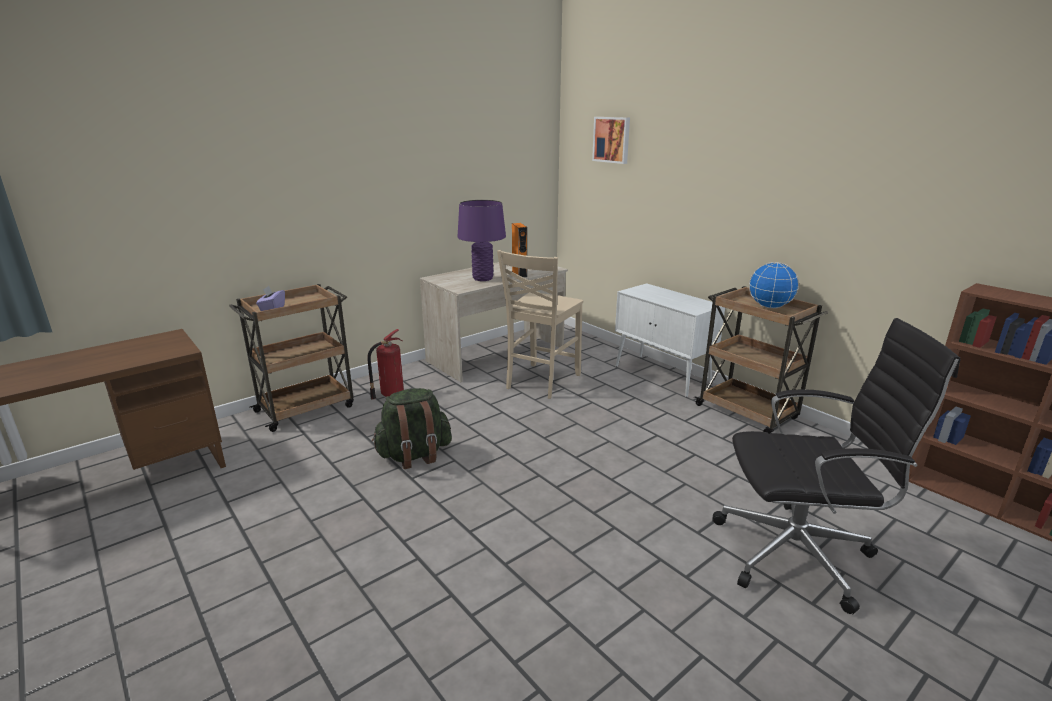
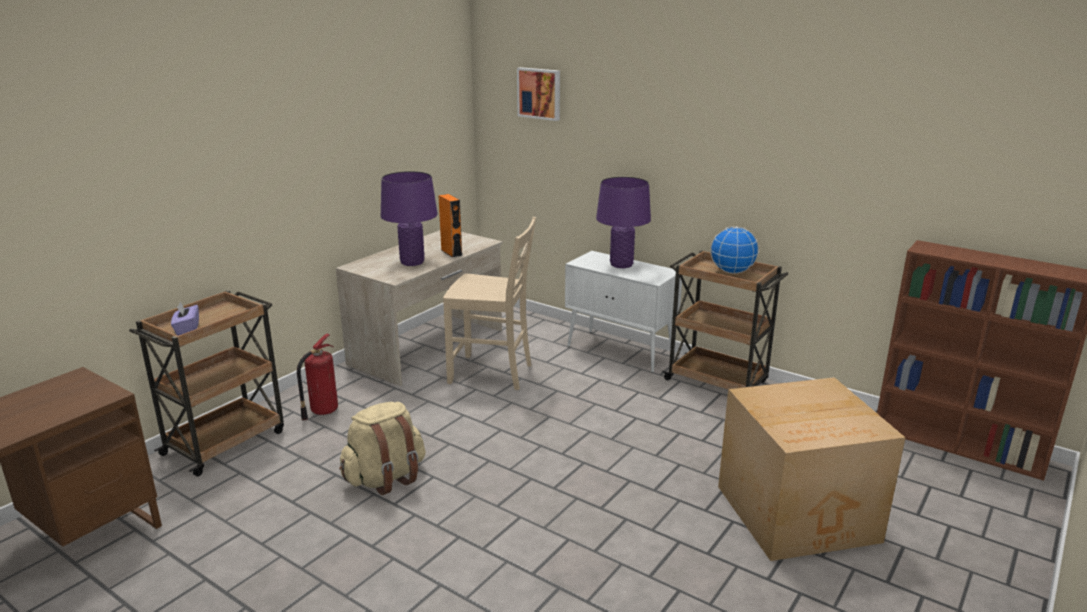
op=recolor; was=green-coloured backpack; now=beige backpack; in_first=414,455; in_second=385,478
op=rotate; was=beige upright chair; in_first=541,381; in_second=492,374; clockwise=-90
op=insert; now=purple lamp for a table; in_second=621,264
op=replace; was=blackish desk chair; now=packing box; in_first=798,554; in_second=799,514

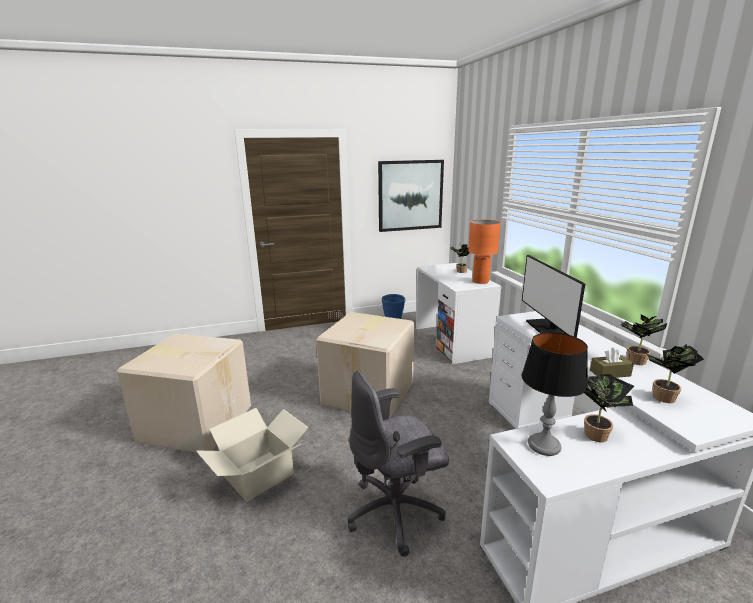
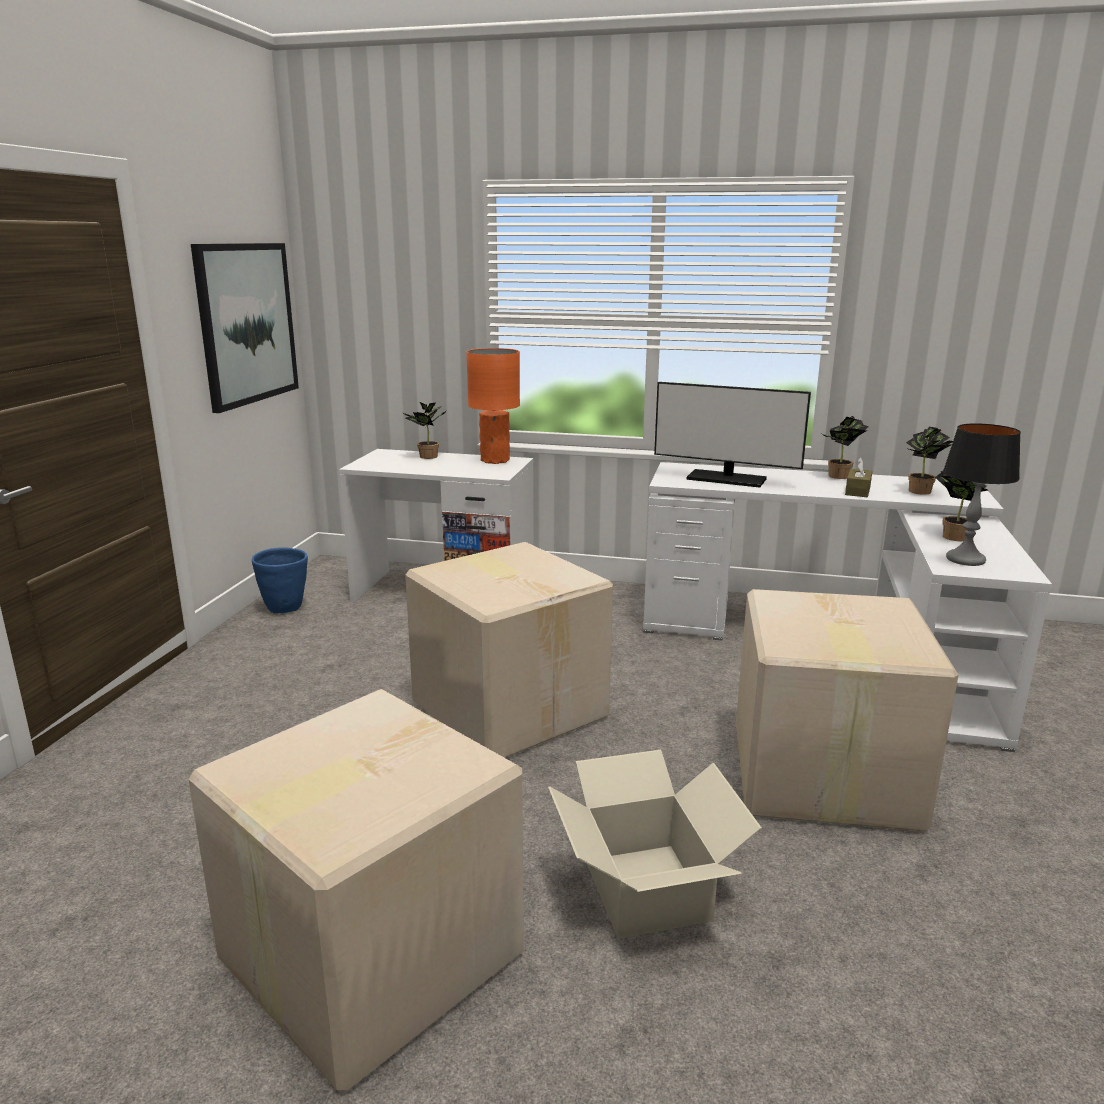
op=replace; was=grey desk chair; now=packing box; in_first=396,512; in_second=821,776

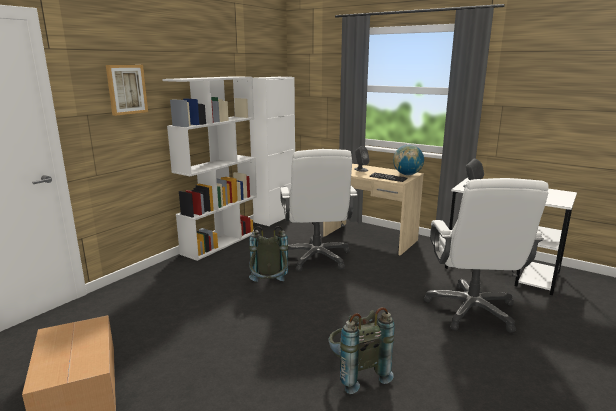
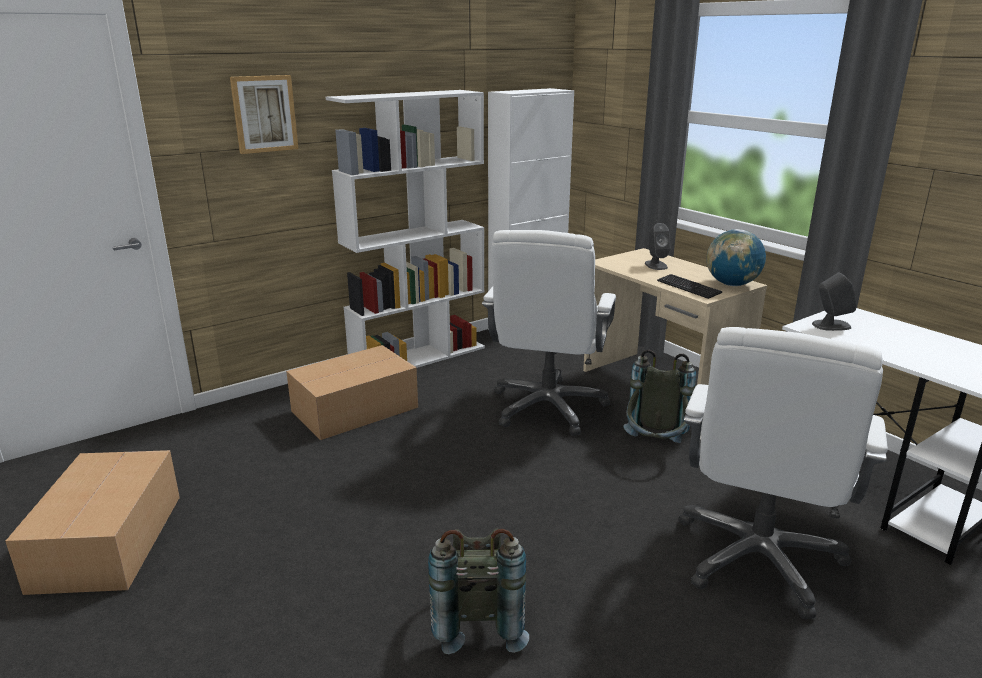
op=insert; now=packing box; in_second=353,409
op=move; was=grey backpack; in_first=269,286; in_second=654,448

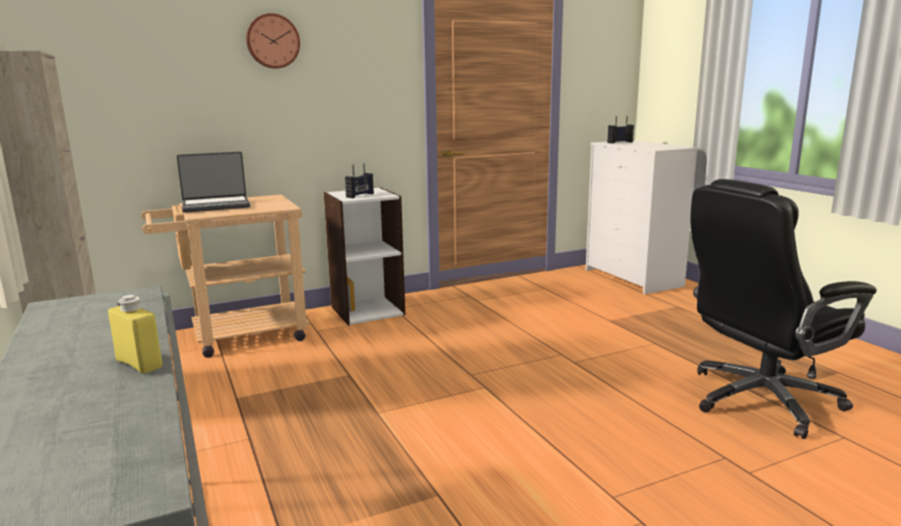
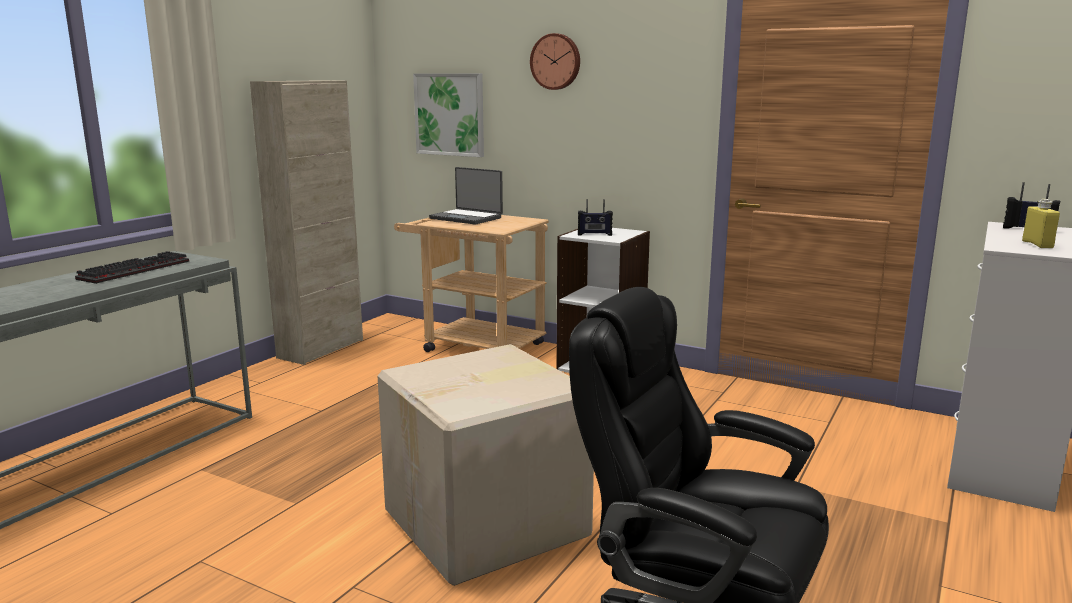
op=insert; now=computer keyboard; in_second=135,270
op=insert; now=packing box; in_second=489,524
op=insert; now=wall picture; in_second=450,114
op=move; was=yellowish beverage bottle; in_first=139,364; in_second=1037,244

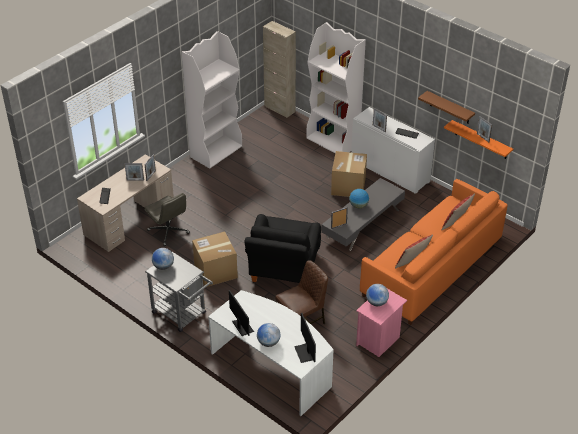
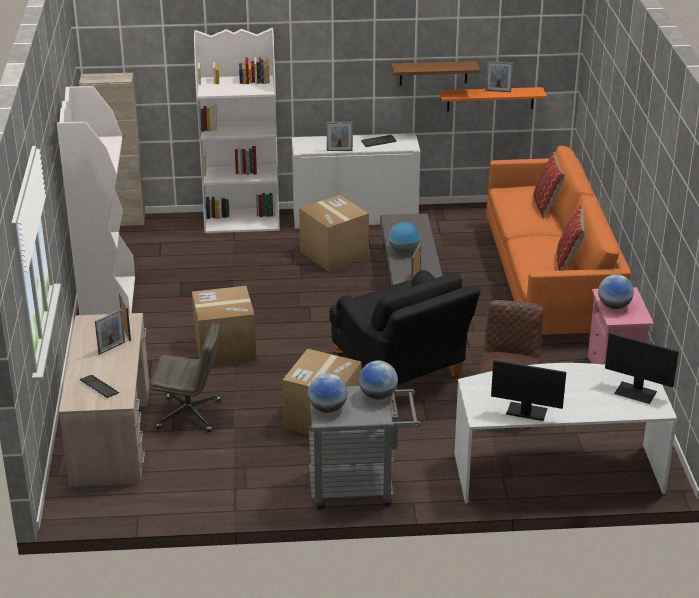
op=insert; now=packing box; in_second=225,349
op=move; was=world globe; in_first=268,342; in_second=378,395

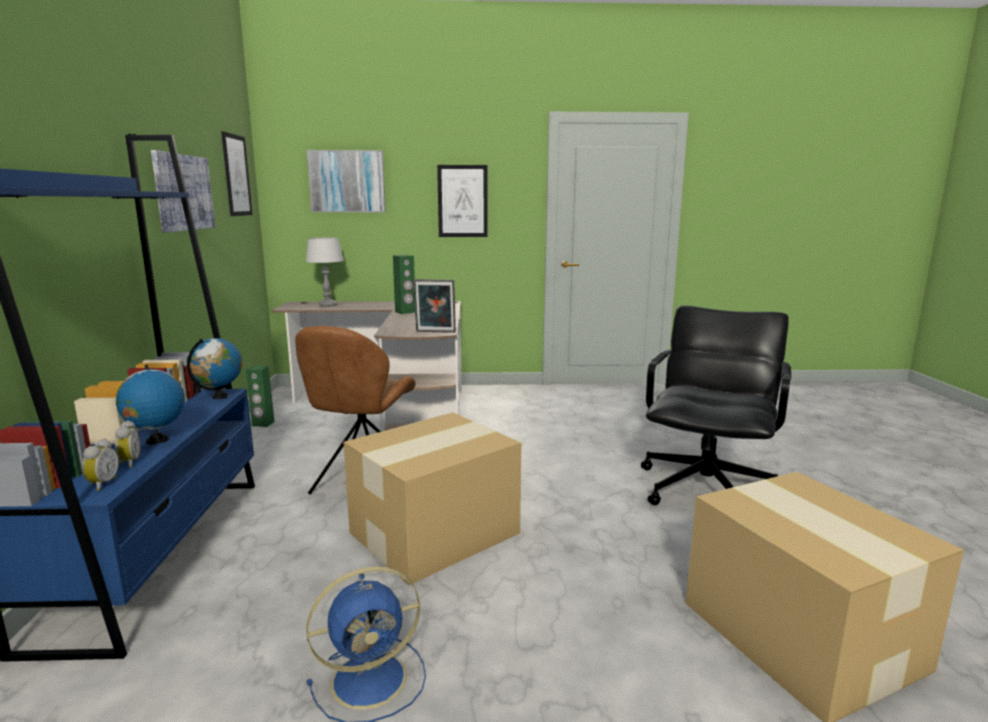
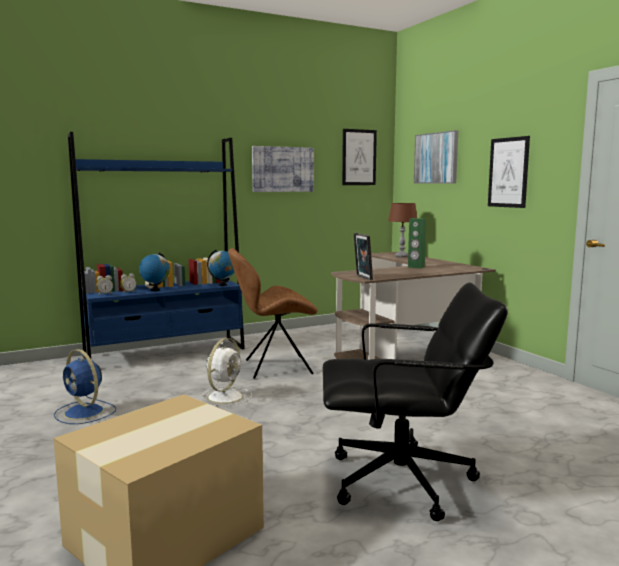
op=replace; was=packing box; now=white-coloured fan; in_first=432,533; in_second=226,396
op=recolor; was=grey lamp for a table; now=brown lamp for a table; in_first=327,305; in_second=401,256
op=delete; was=green-coloured audio speaker; in_first=263,424

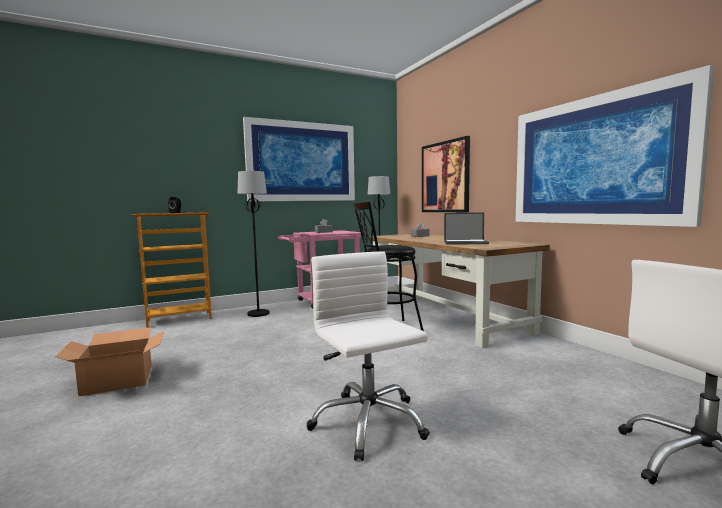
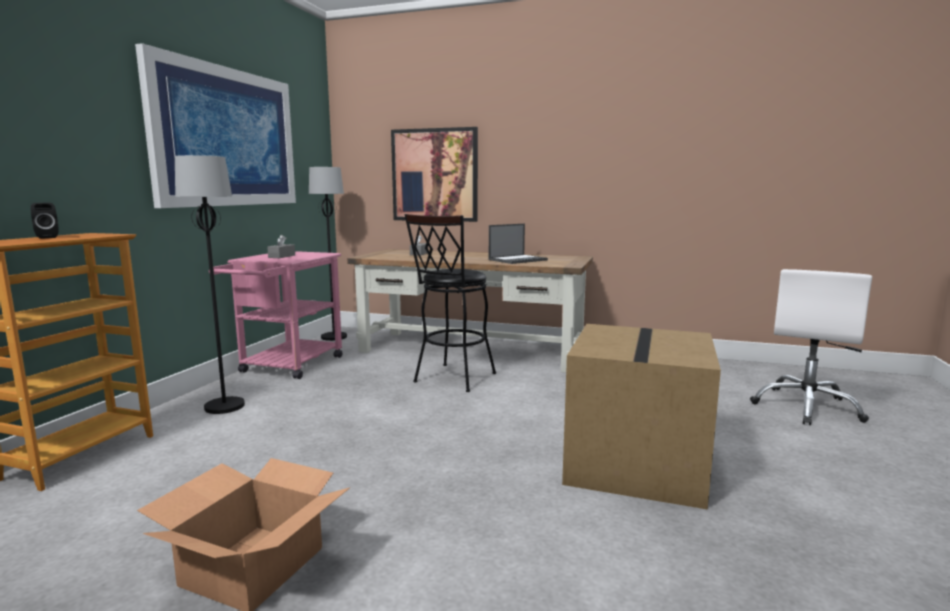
op=replace; was=white-coloured desk chair; now=packing box; in_first=368,423; in_second=634,463
op=delete; was=wall picture; in_first=595,161

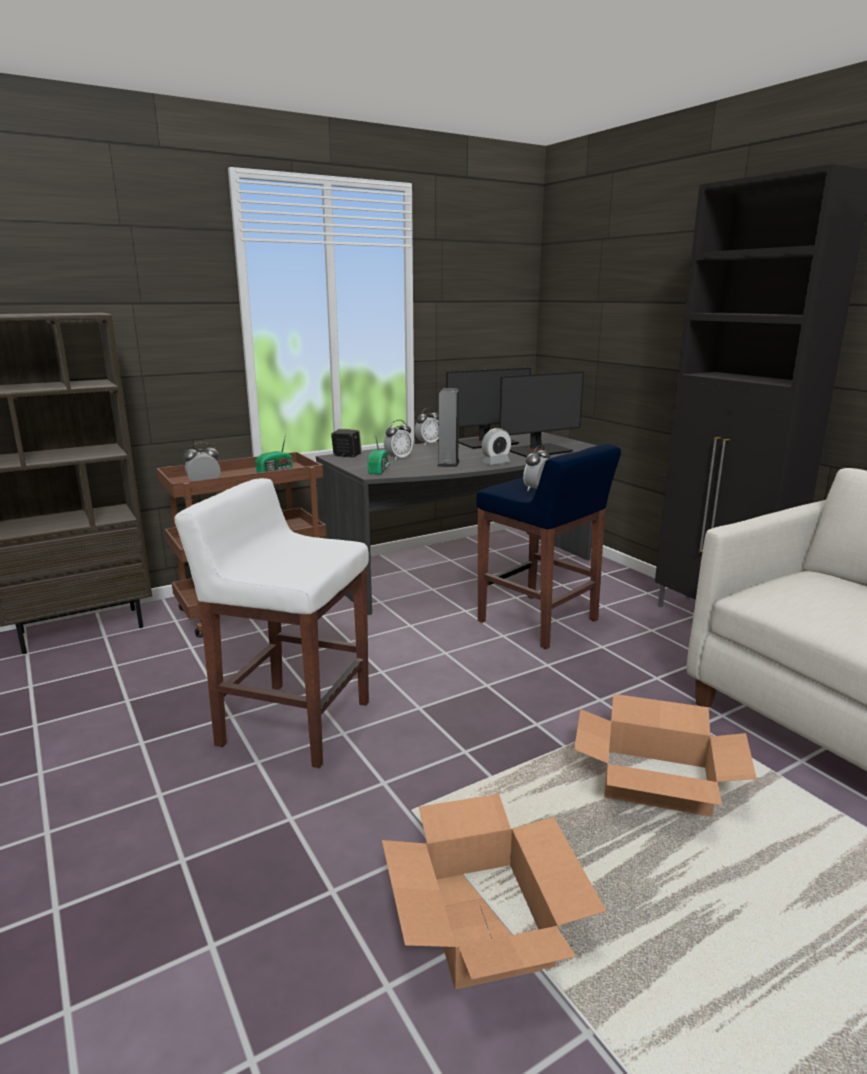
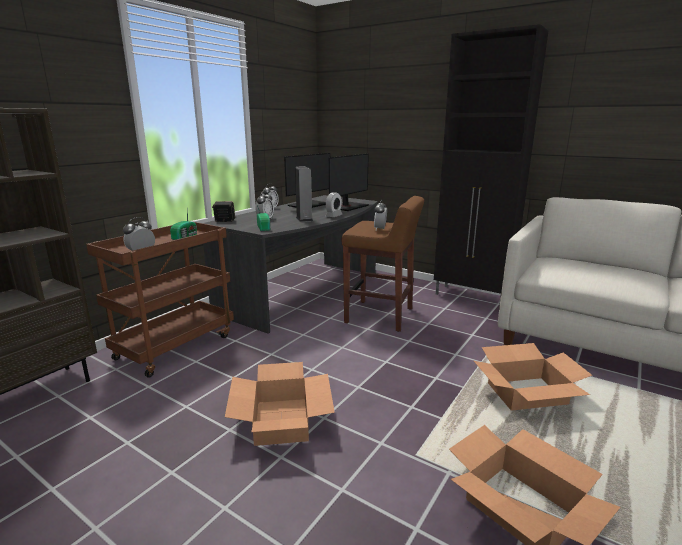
op=replace; was=white-coloured stool seat; now=packing box; in_first=293,722; in_second=281,421
op=recolor; was=bluish stool seat; now=brown stool seat; in_first=539,622; in_second=380,316

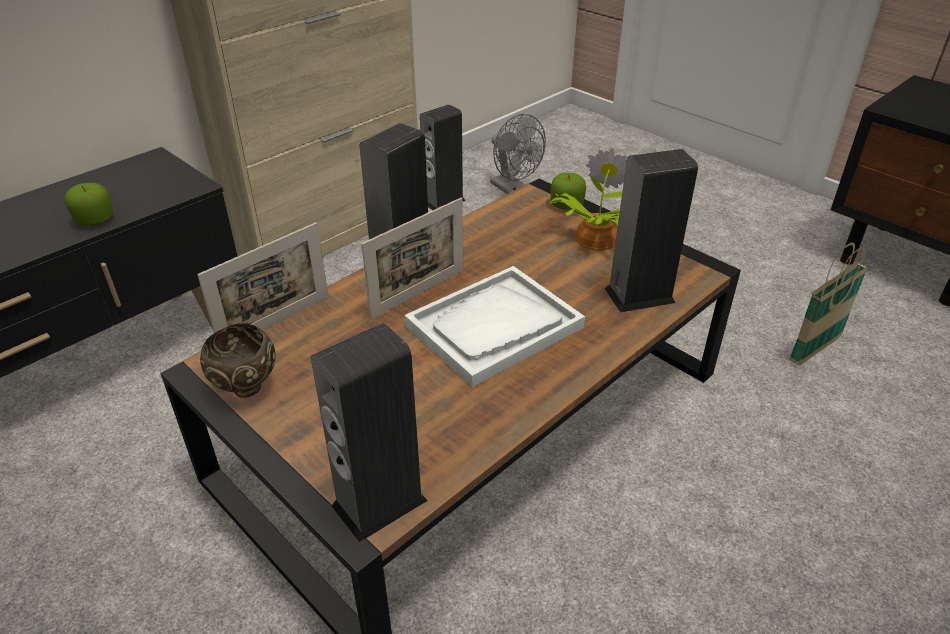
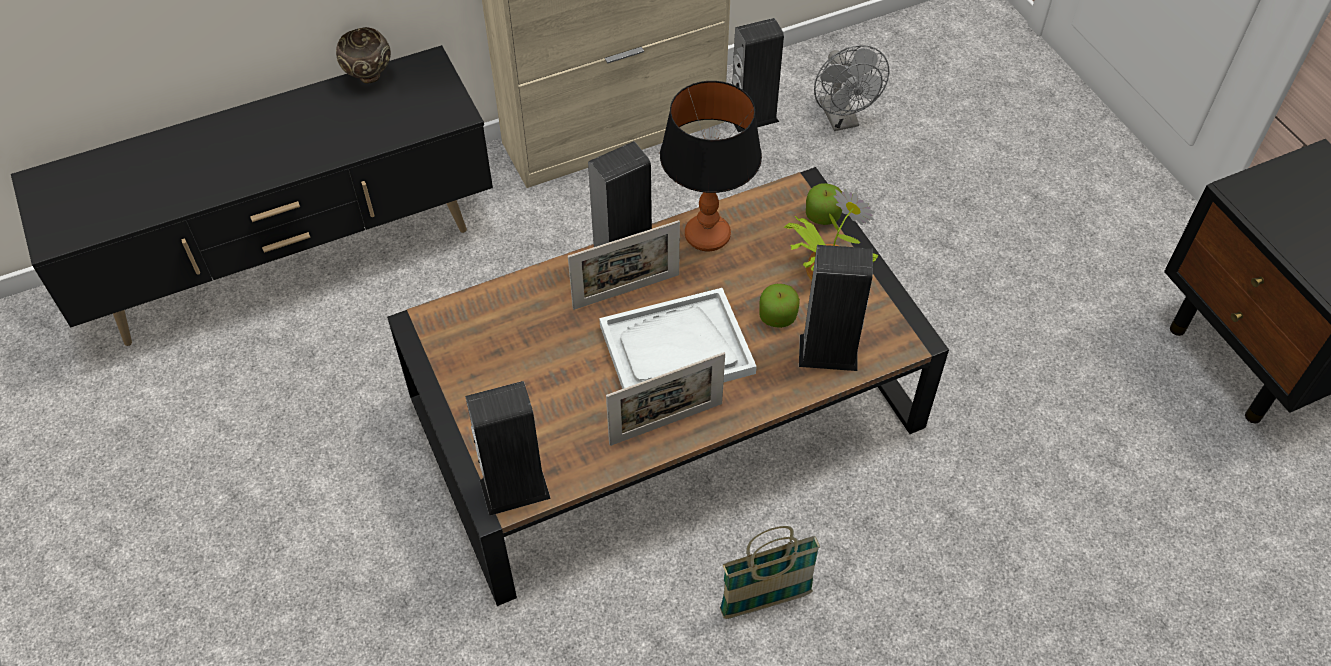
op=move; was=brown serving bowl; in_first=246,390; in_second=368,78
op=move; was=photo frame; in_first=276,323; in_second=666,424
op=insert; now=lamp for a table; in_second=706,235
op=move; was=household basket; in_first=815,349; in_second=765,602
op=move; was=apple; in_first=95,220; in_second=777,316

